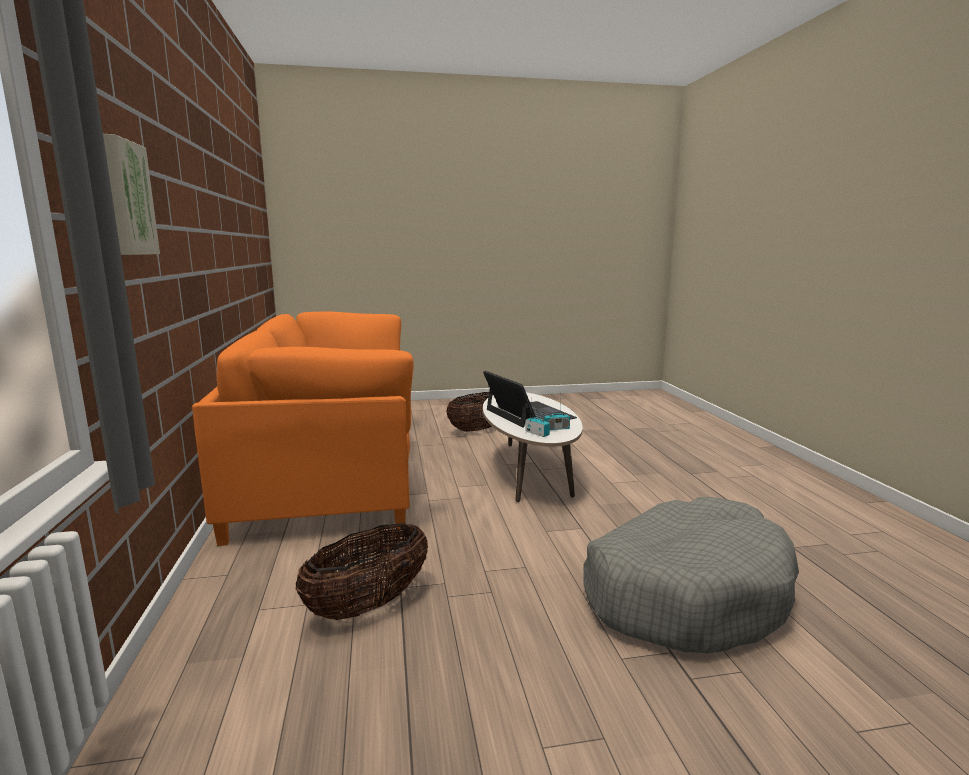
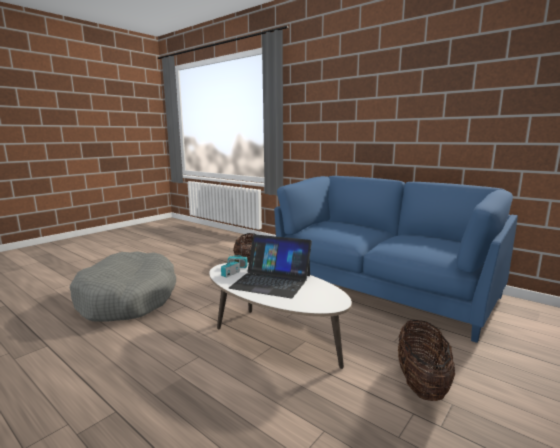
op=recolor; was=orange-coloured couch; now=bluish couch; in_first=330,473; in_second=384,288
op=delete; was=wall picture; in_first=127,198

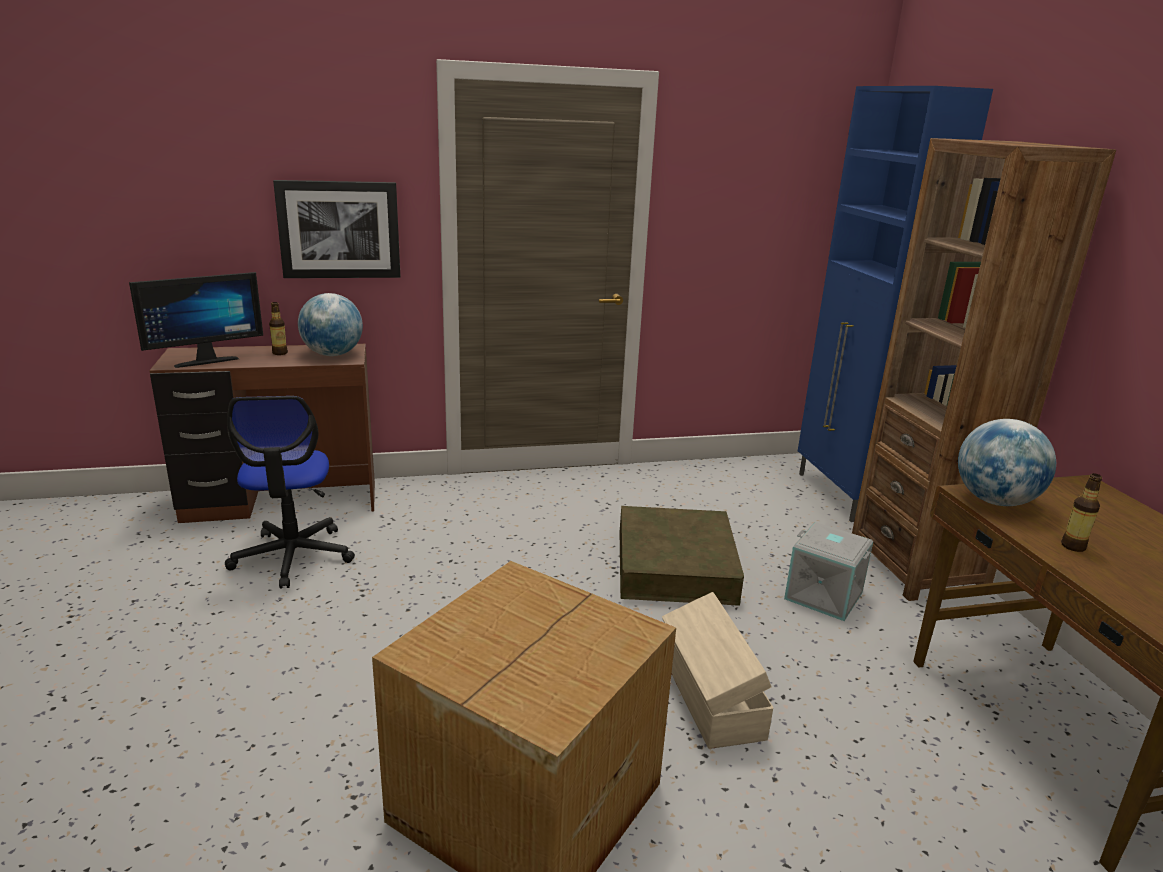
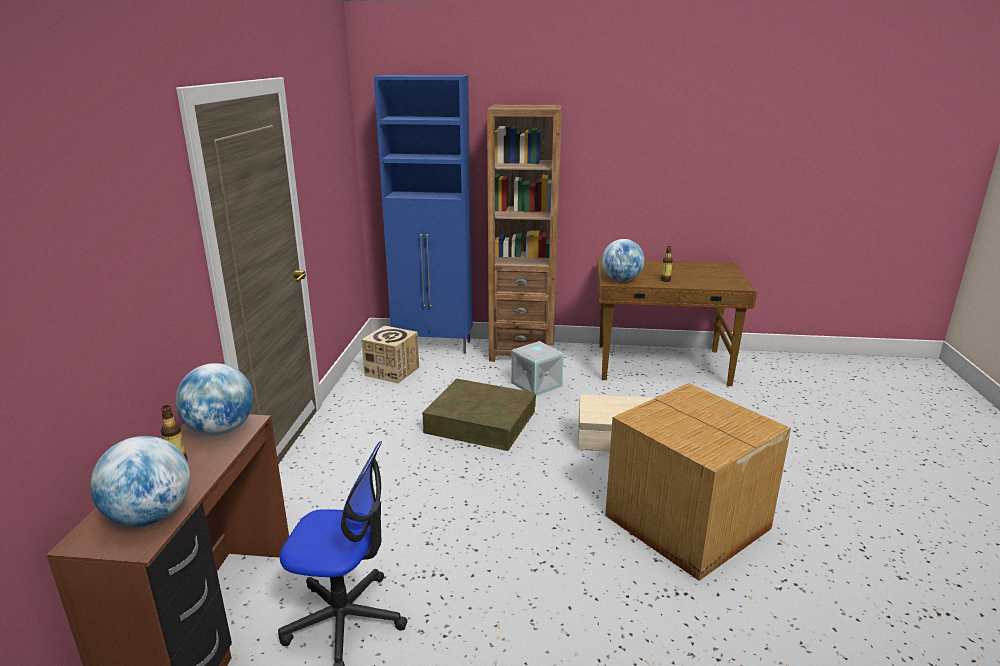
op=replace; was=computer display; now=world globe; in_first=205,360; in_second=150,516
op=insert; now=packing box; in_second=392,371
op=delete; was=wall picture; in_first=339,230

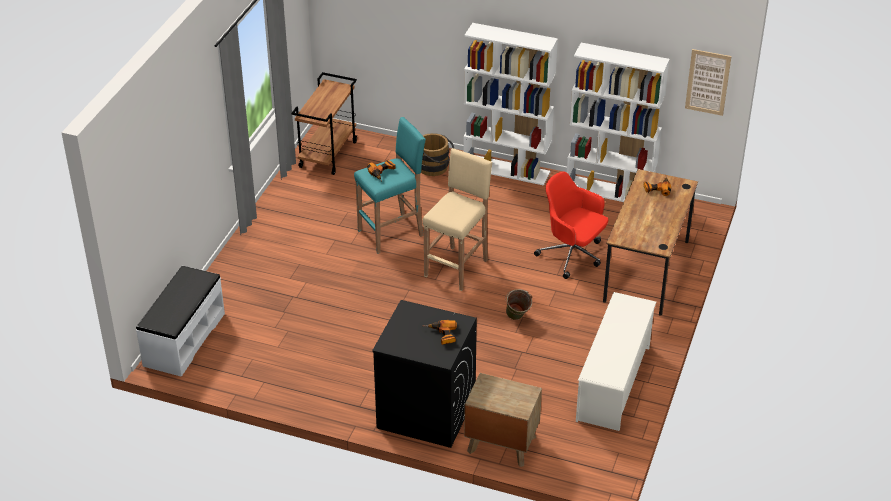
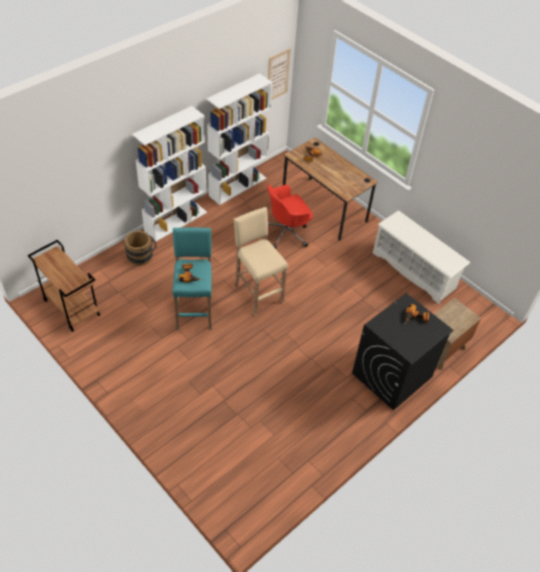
op=delete; was=white-coloured indoor bench; in_first=183,339
op=delete; was=green-coloured water bucket; in_first=517,319

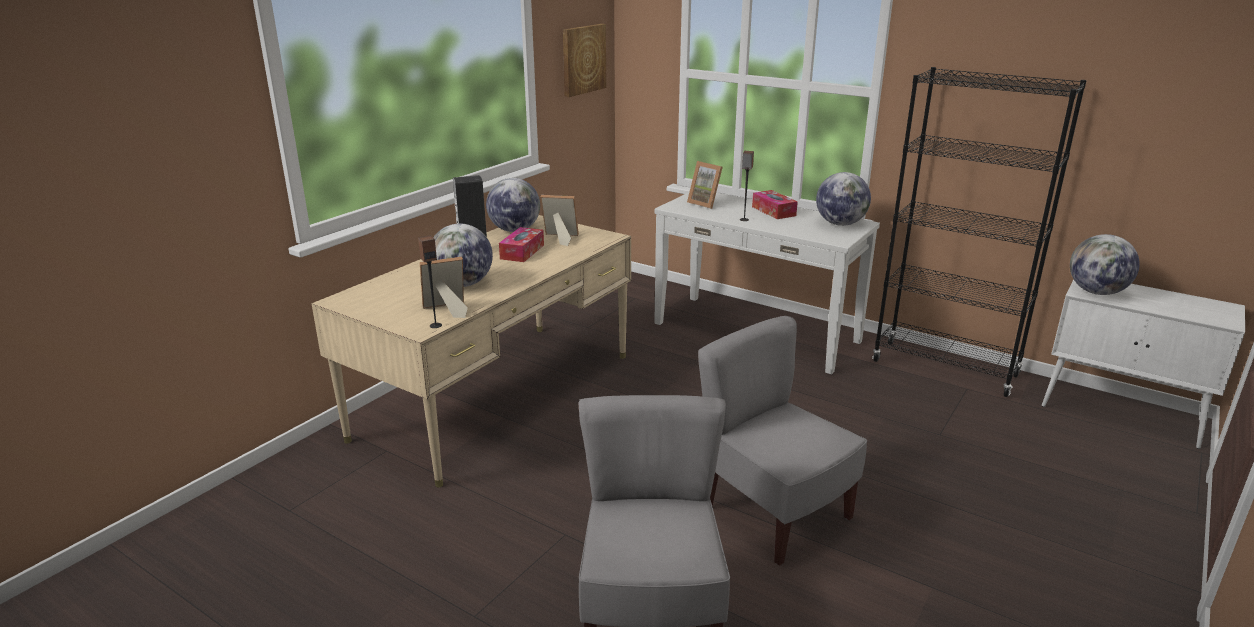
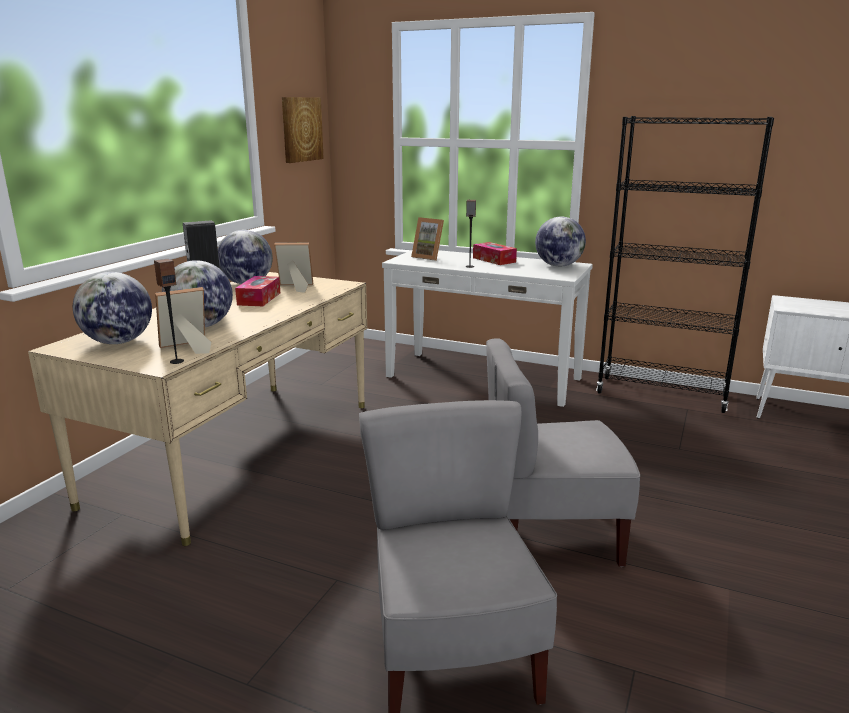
op=move; was=world globe; in_first=1096,292; in_second=118,342
op=rotate; was=grey upright chair; in_first=774,513; in_second=550,535; clockwise=-45

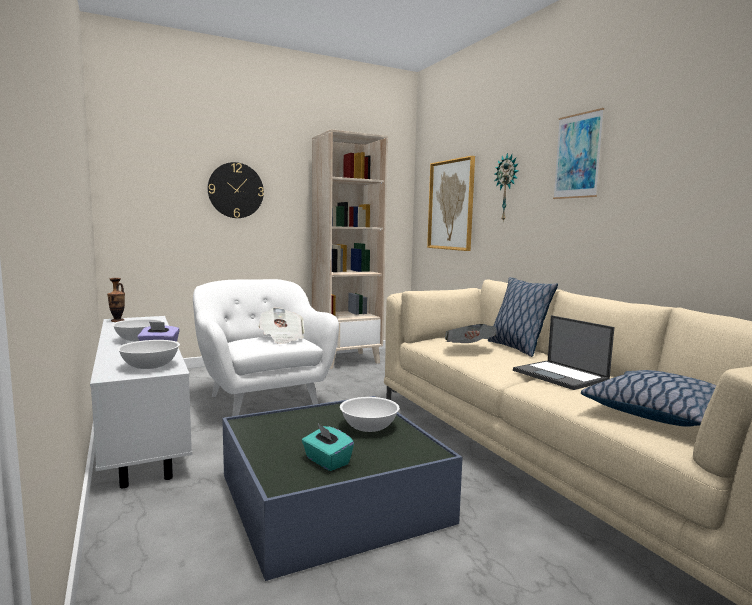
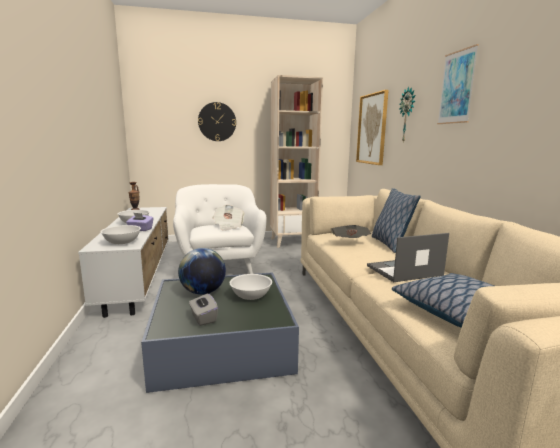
op=insert; now=world globe; in_second=203,292
op=recolor; was=turquoise tissue holder; now=grey tissue holder; in_first=327,461; in_second=203,318
op=rotate; was=portable computer; in_first=561,376; in_second=403,271; clockwise=90

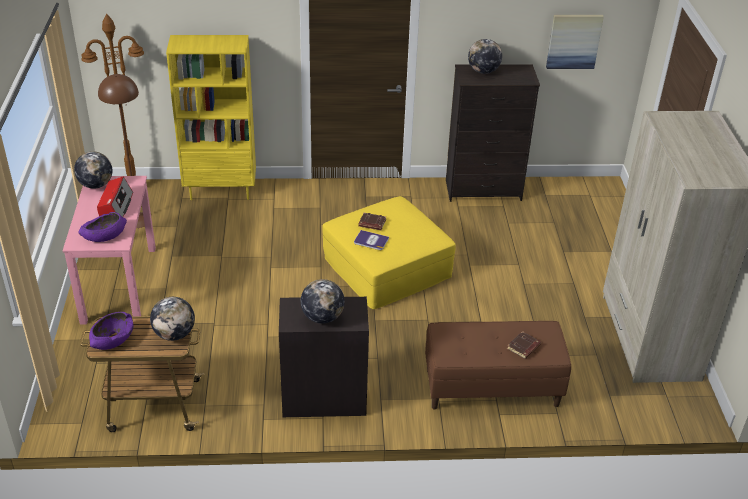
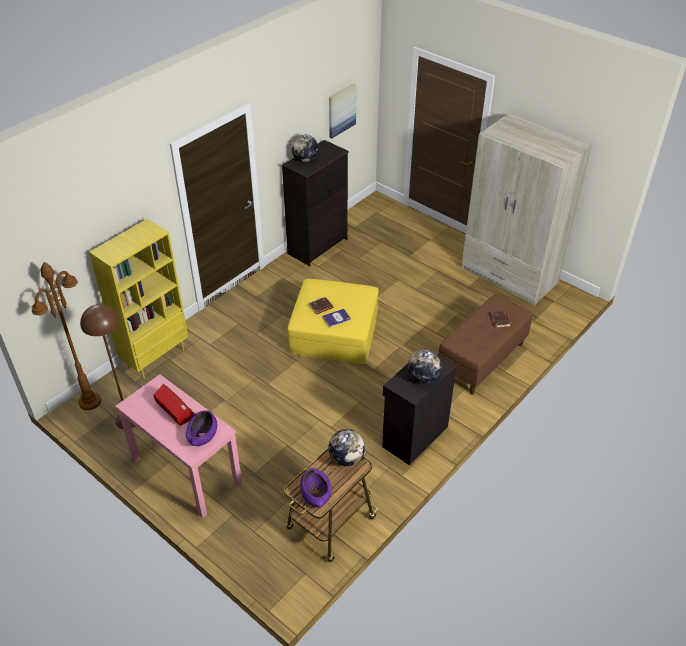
op=delete; was=world globe; in_first=96,185

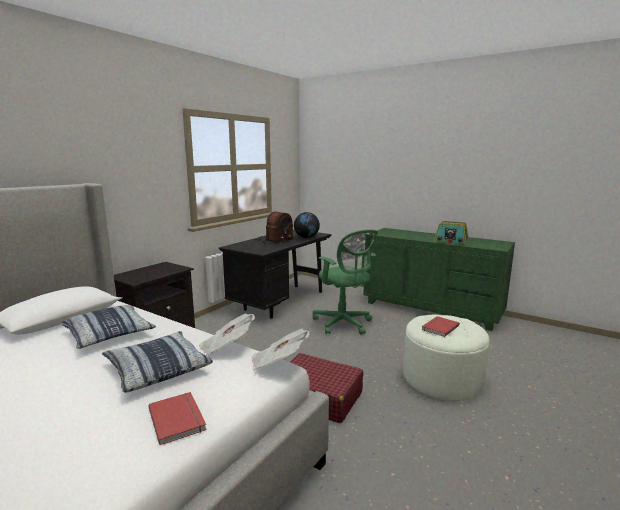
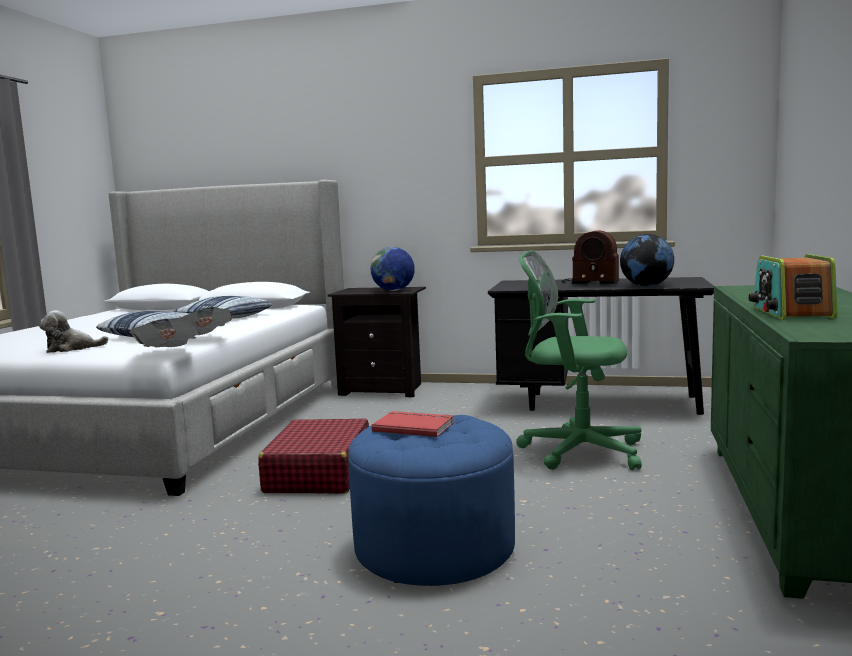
op=replace; was=red-coloured book; now=cuddly toy; in_first=178,418; in_second=71,349
op=recolor; was=white-coloured footrest; now=bluish footrest; in_first=442,379; in_second=434,547
op=insert; now=world globe; in_second=393,290
op=rotate; was=green-coloured desk chair; in_first=344,324; in_second=576,451; clockwise=75

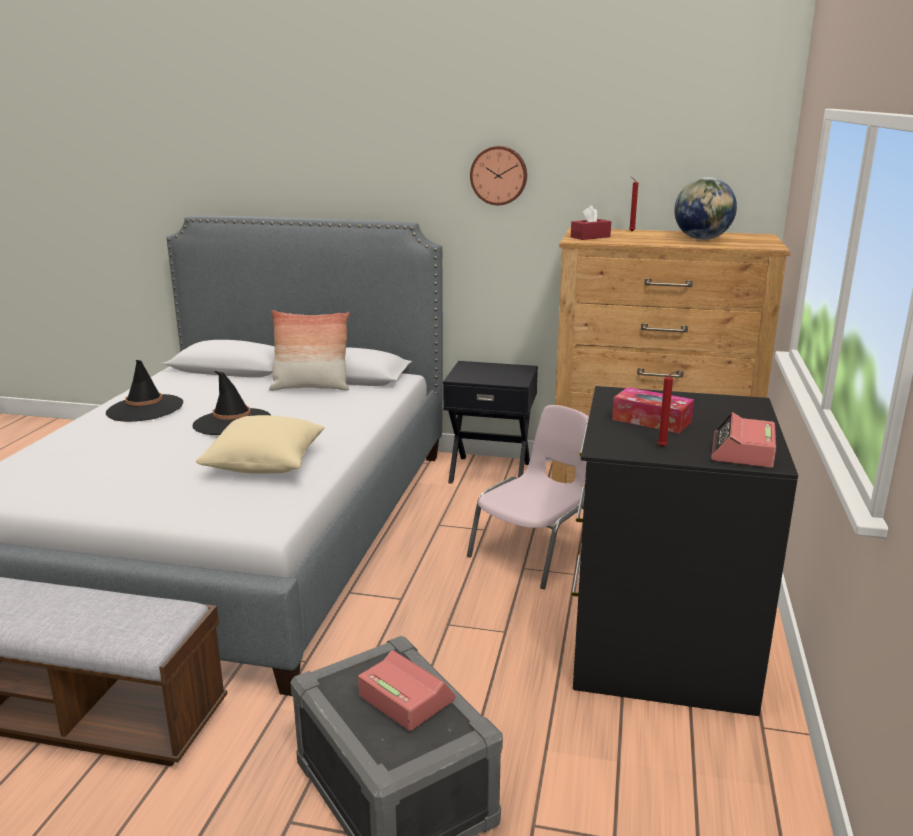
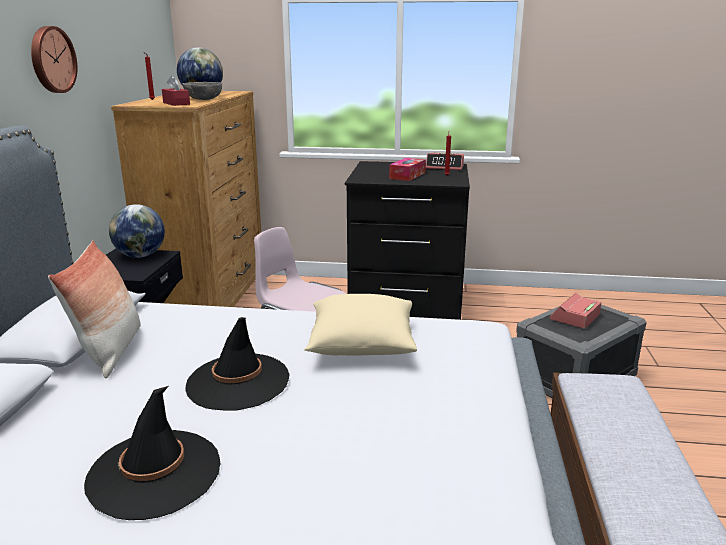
op=insert; now=world globe; in_second=140,256
op=insert; now=grey serving bowl; in_second=203,99

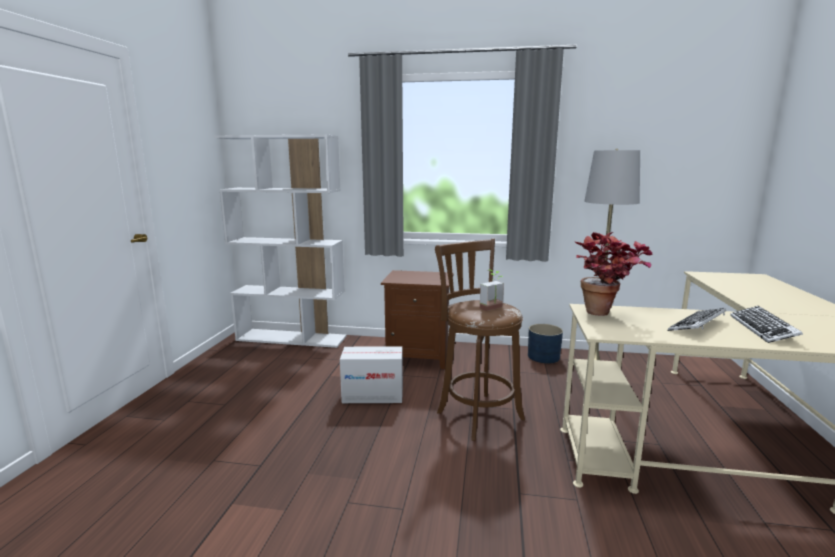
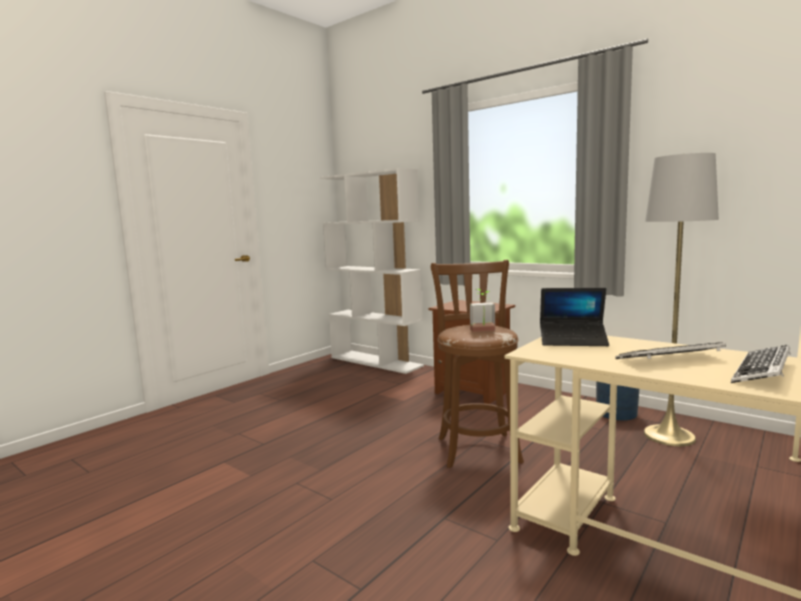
op=replace; was=potted plant; now=portable computer; in_first=605,315; in_second=573,341
op=delete; was=packing box; in_first=373,395

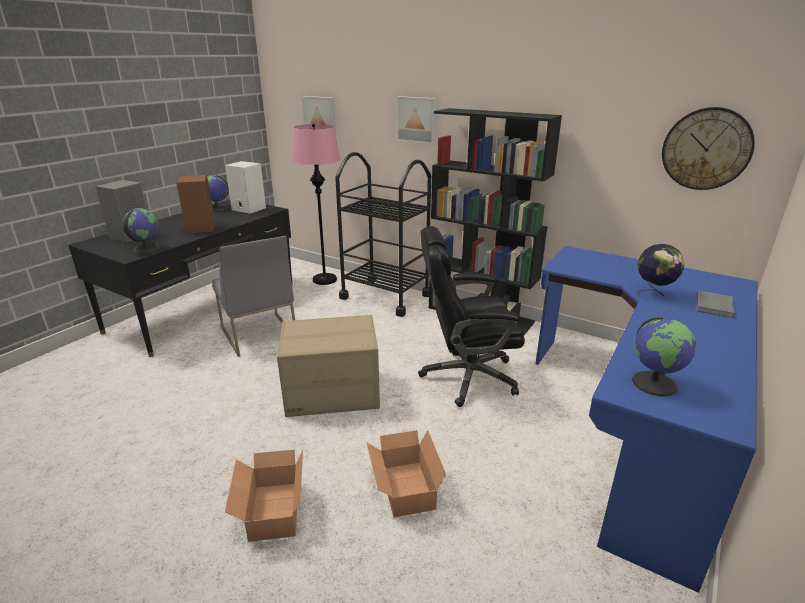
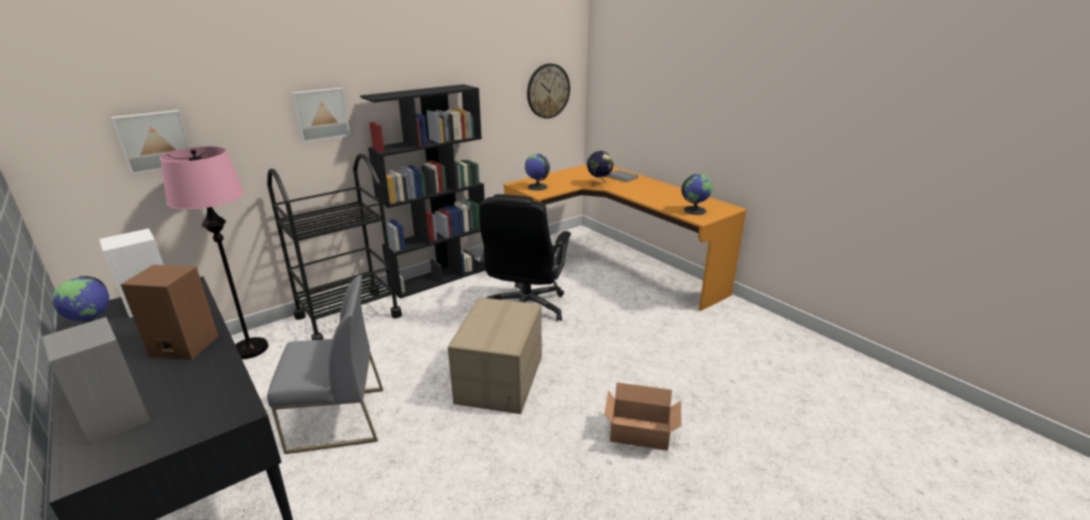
op=recolor; was=bluish desk table; now=orange-coloured desk table; in_first=633,425; in_second=613,268
op=move; was=world globe; in_first=145,249; in_second=537,187
op=delete; was=packing box; in_first=404,490

